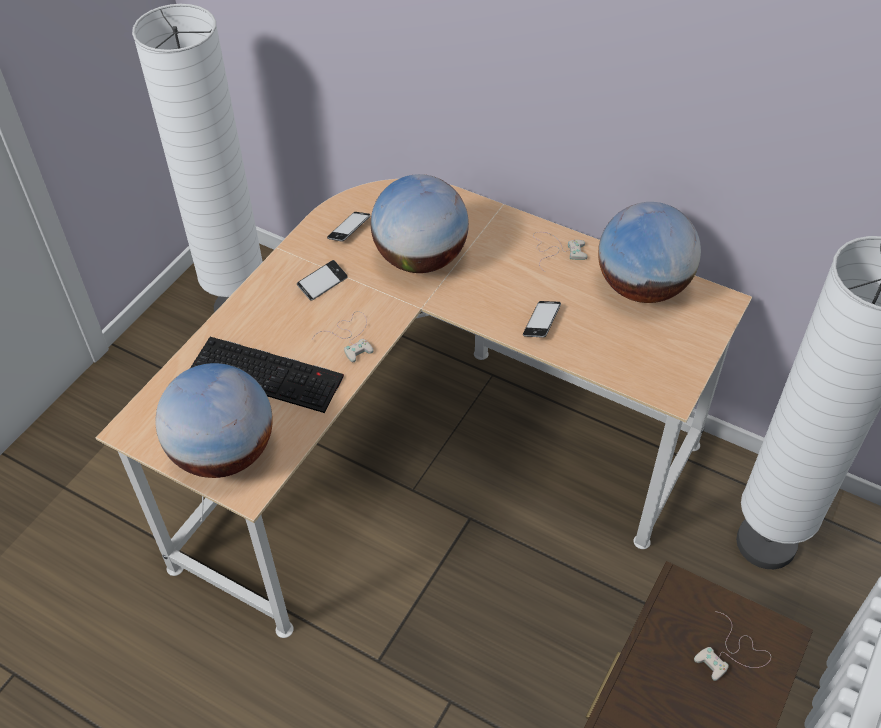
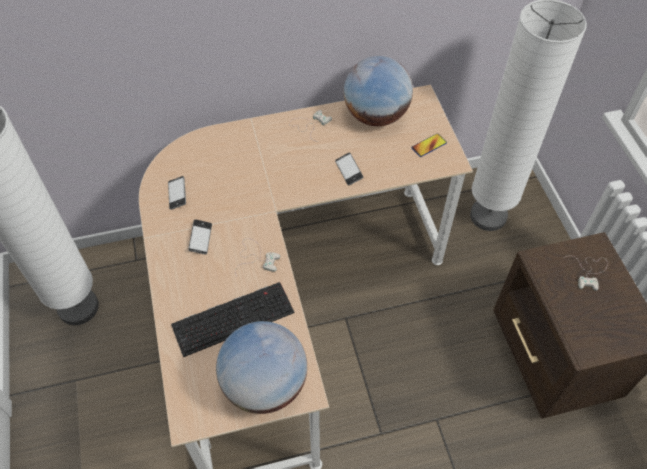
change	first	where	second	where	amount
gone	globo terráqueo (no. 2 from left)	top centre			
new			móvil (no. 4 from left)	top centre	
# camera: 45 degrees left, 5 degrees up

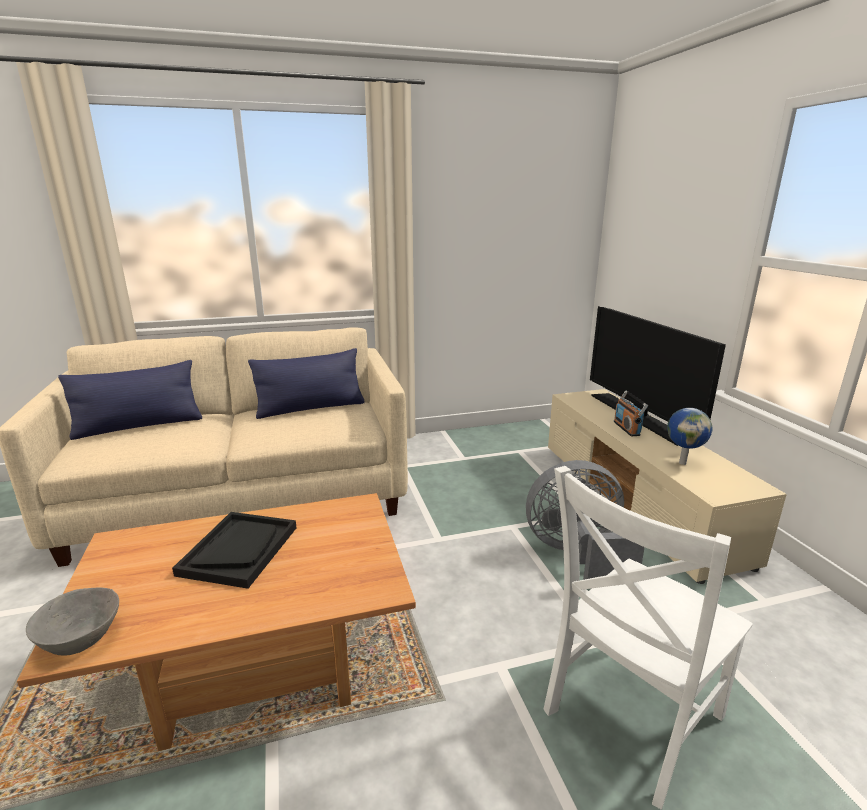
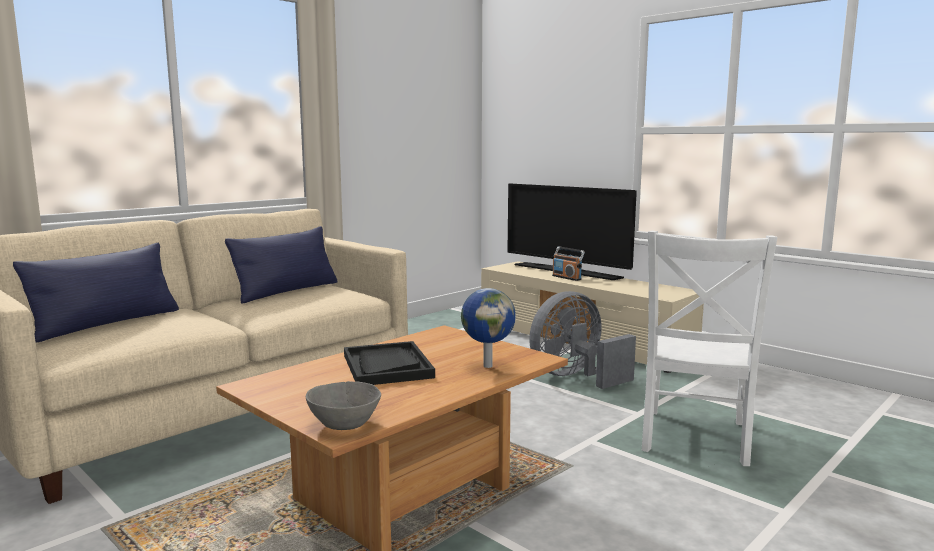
change	first	where	second	where	amount
shifted	globo terráqueo	middle right		centre	
# camera: 30 degrees left, 10 degrees down

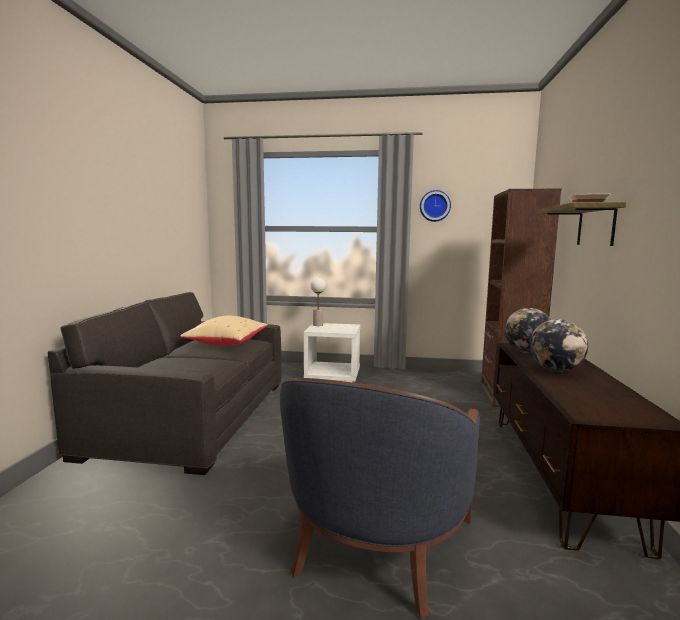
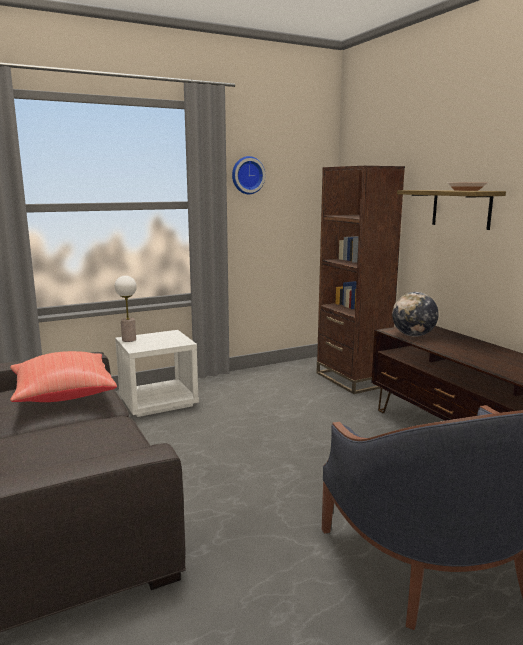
change	first	where	second	where	amount
repainted	cojín (beis)	middle left	cojín (rojo)	middle left	
gone	globo terráqueo (no. 2 from left)	middle right			
# camera: 35 degrees left, 5 degrees up

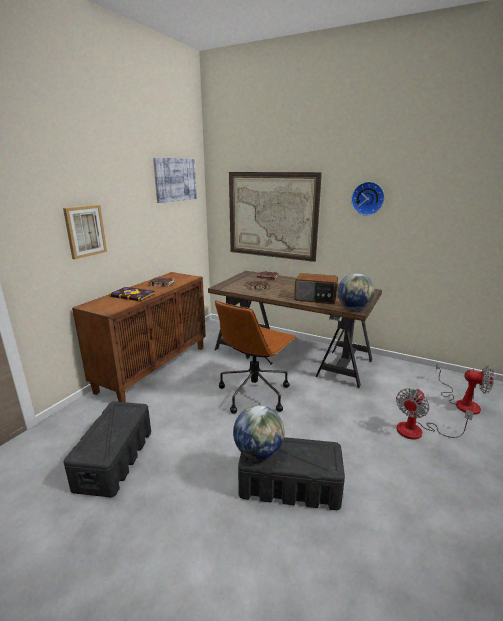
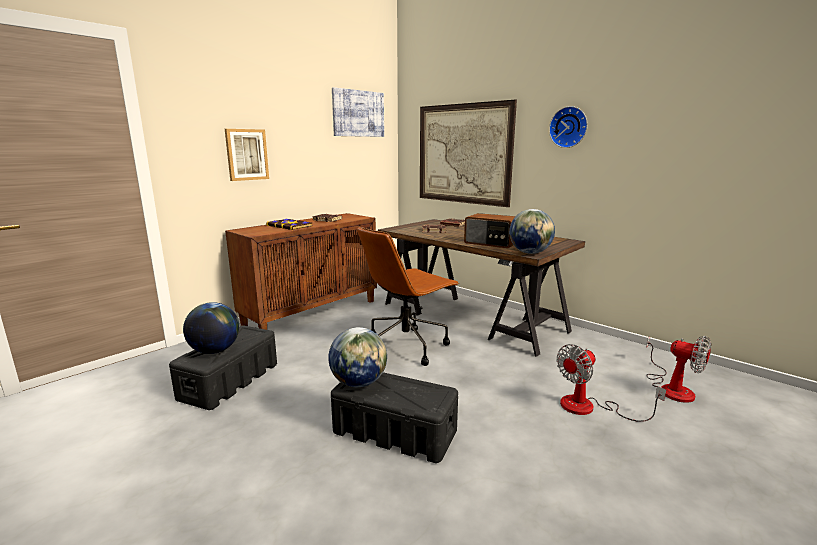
change	first	where	second	where	amount
new			globo terráqueo (no. 1 from left)	middle left	
# camera: 15 degrees right, 5 degrees down

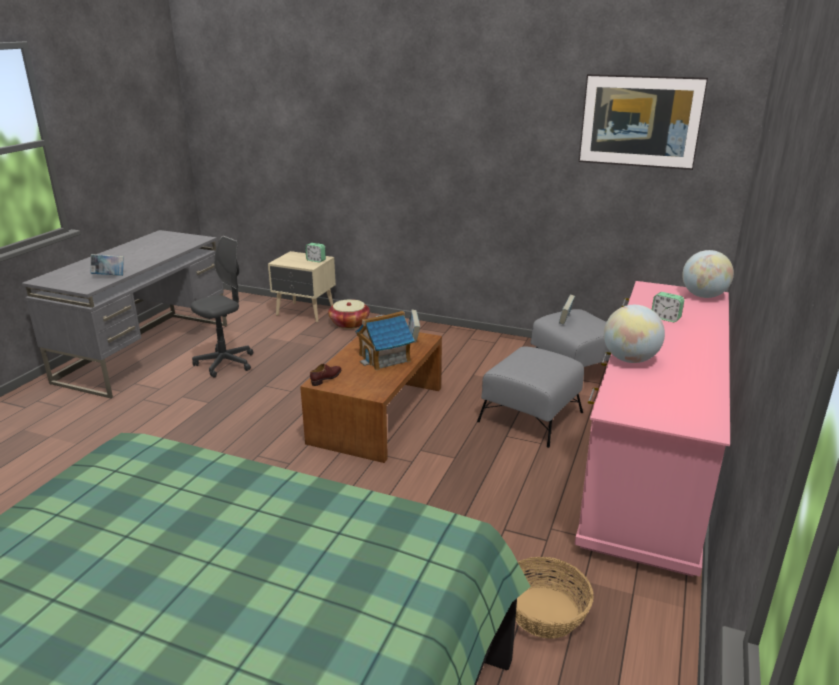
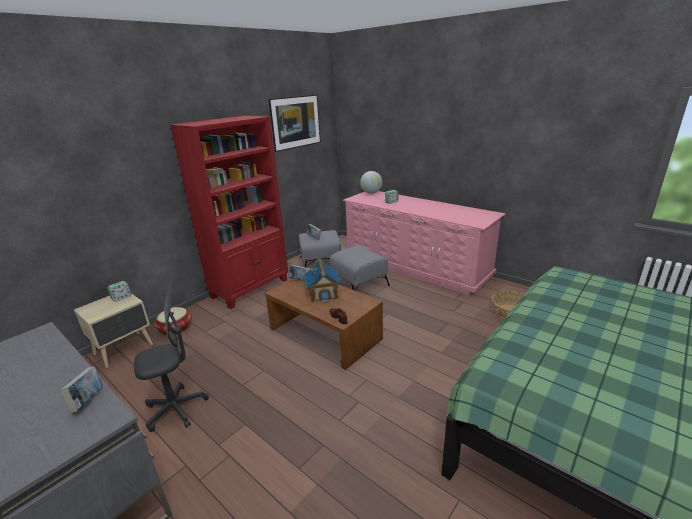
change	first	where	second	where	amount
rotated	silla de oficina (gris)	middle left		bottom left	90 degrees clockwise
gone	globo terráqueo (no. 1 from left)	middle right			
new			estantería (rojo)	middle left	
# camera: 70 degrees left, 0 degrees up

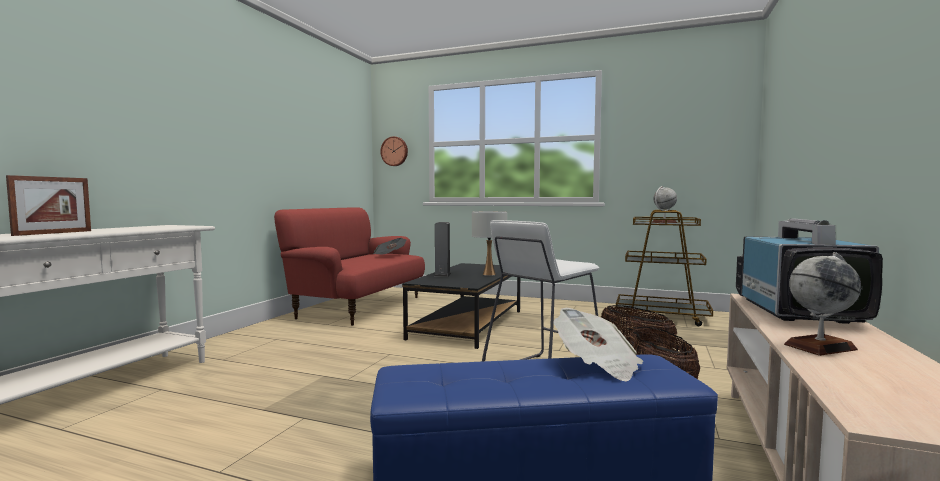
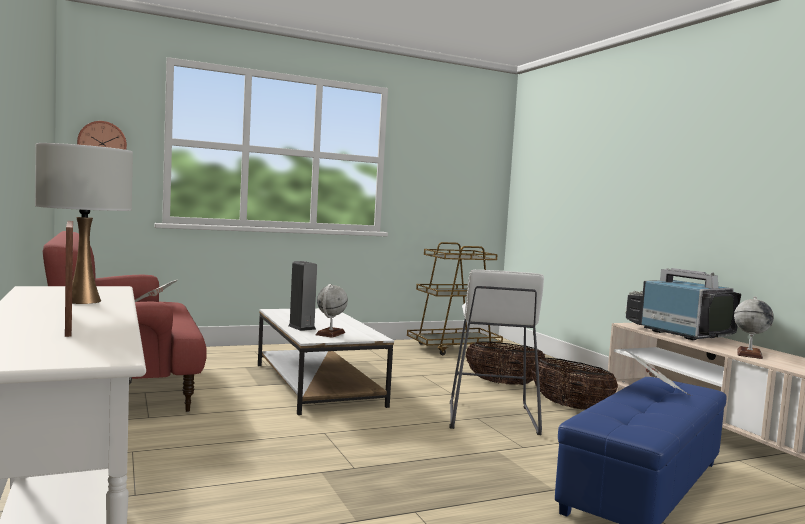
change	first	where	second	where	amount
shifted	globo terráqueo (no. 1 from left)	middle right		centre	
shifted	lámpara de mesa (blanco)	centre		middle left	
repainted	mesa de centro (negro)	centre	mesa de centro (blanco)	bottom centre	
# camera: 45 degrees left, 0 degrees up

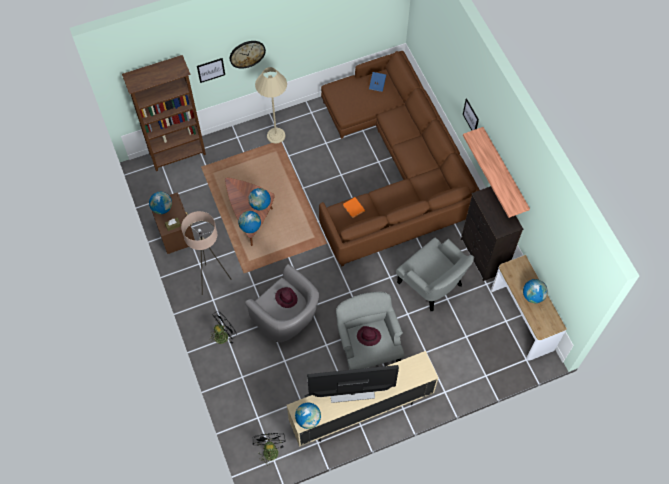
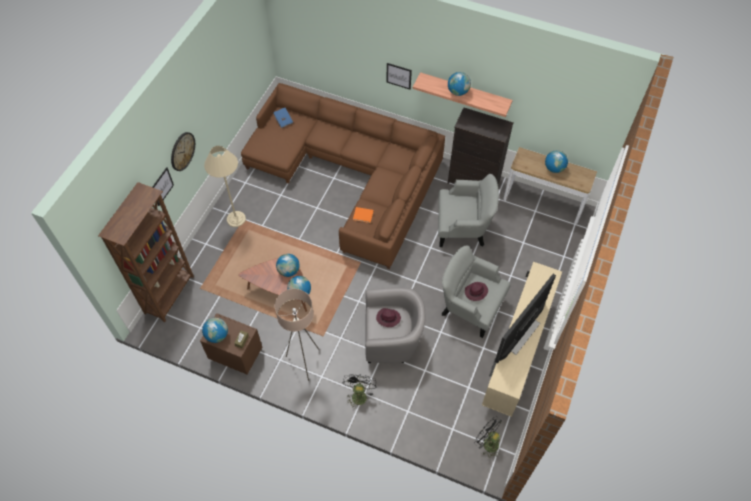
change	first	where	second	where	amount
shifted	globo terráqueo (no. 4 from left)	bottom centre		top centre	
# camera: 45 degrees left, 5 degrees down

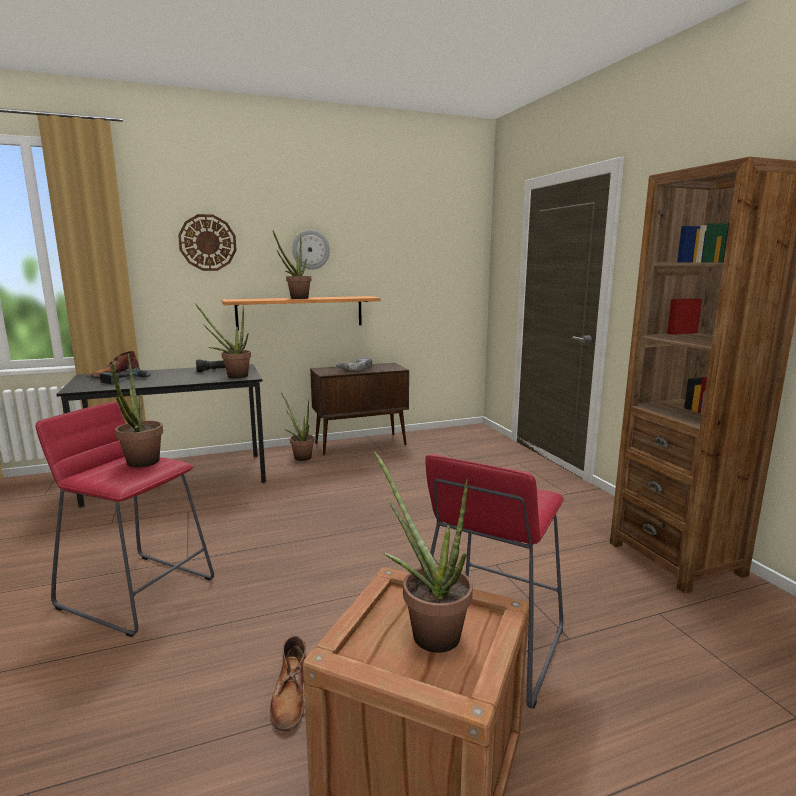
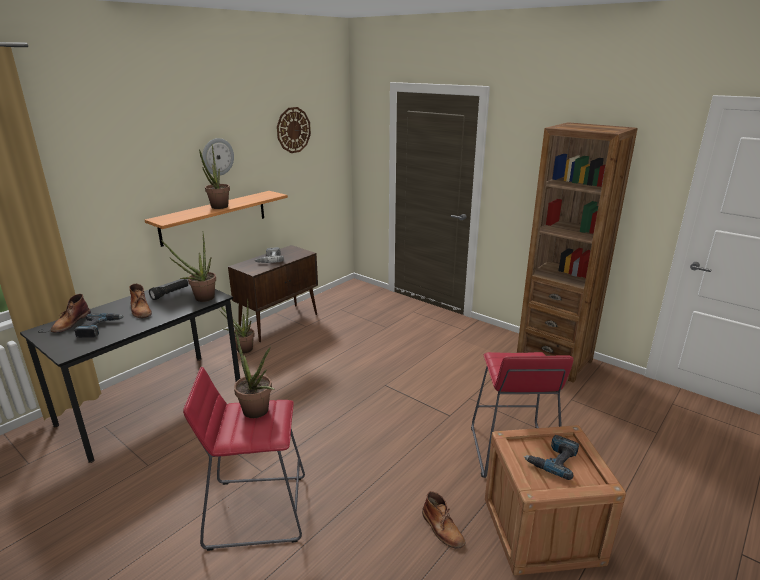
change	first	where	second	where	amount
shifted	reloj de pared (no. 1 from left in the first image)	top left	reloj de pared (no. 2 from left)	top centre	
swapped	planta en maceta (no. 5 from left)	bottom centre	taladro (no. 3 from left)	bottom right	
new			bota (marrón) (no. 2 from left)	middle left	
# camera: 30 degrees left, 10 degrees up

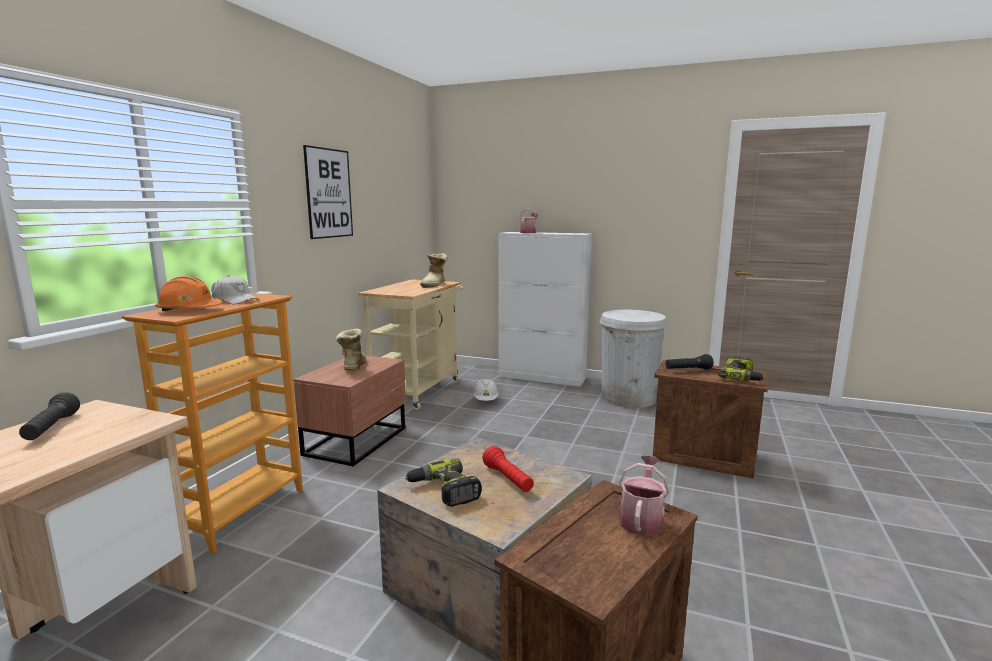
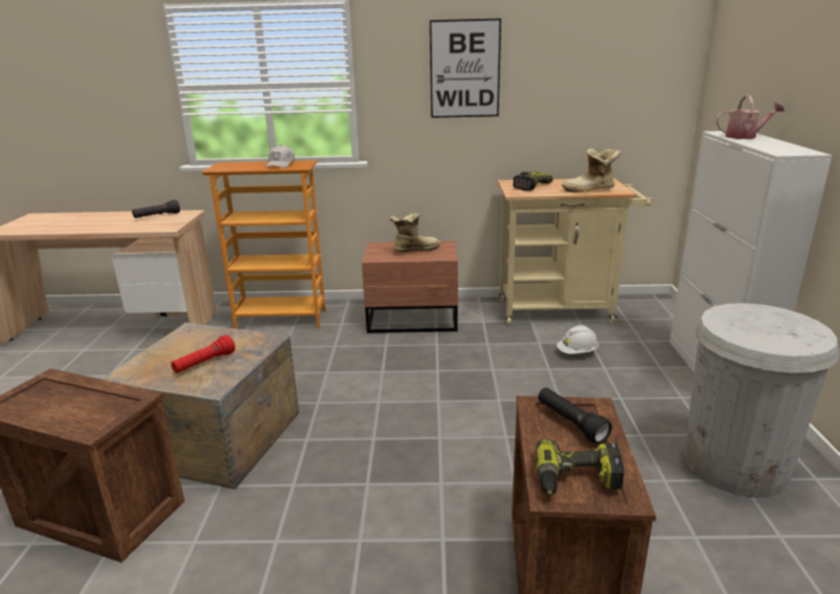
change	first	where	second	where	amount
gone	casco (naranja)	middle left			
gone	regadera (no. 2 from left)	bottom centre			
shifted	taladro (no. 1 from left)	bottom centre		top centre	
# camera: 70 degrees right, 10 degrees up

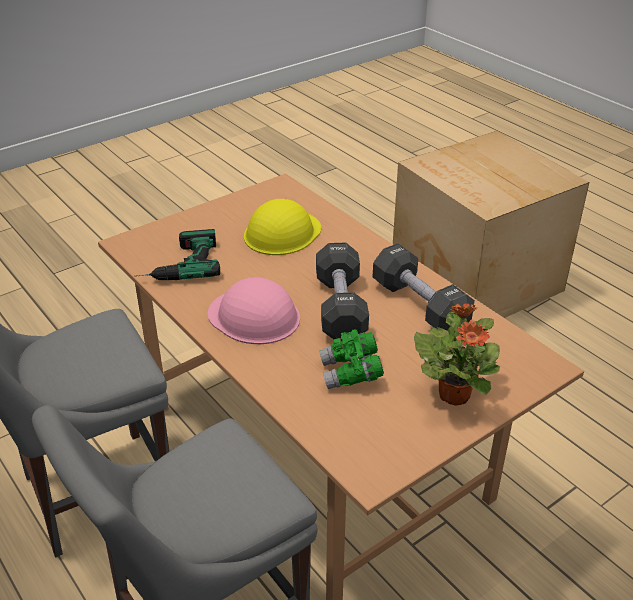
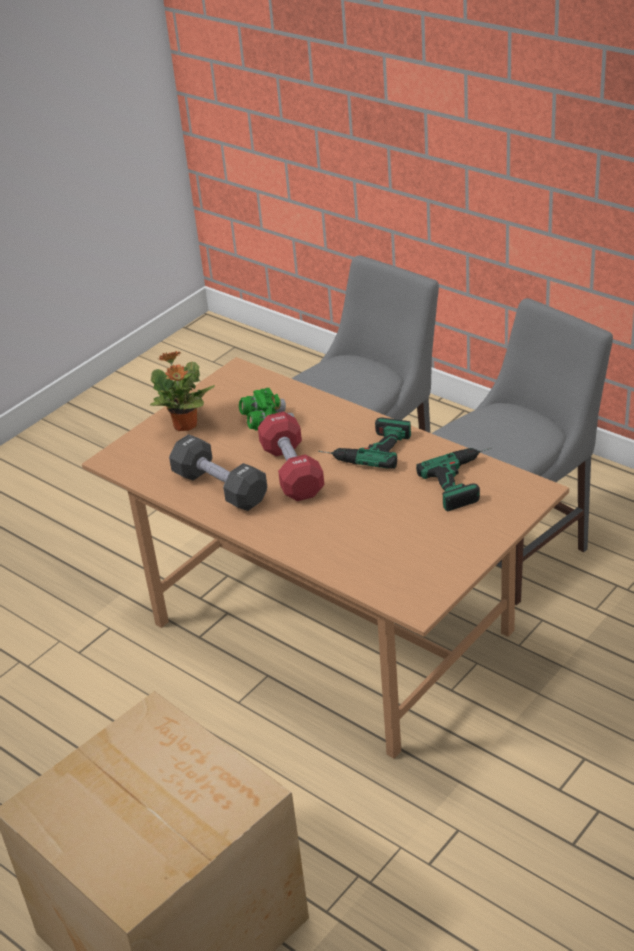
change	first	where	second	where	amount
gone	casco (amarillo)	centre			
repainted	mancuerna (negro) (no. 1 from left)	centre	mancuerna (rojo)	centre	
swapped	casco (rosa)	centre	taladro (no. 1 from left)	centre	
# camera: 170 degrees right, 0 degrees up

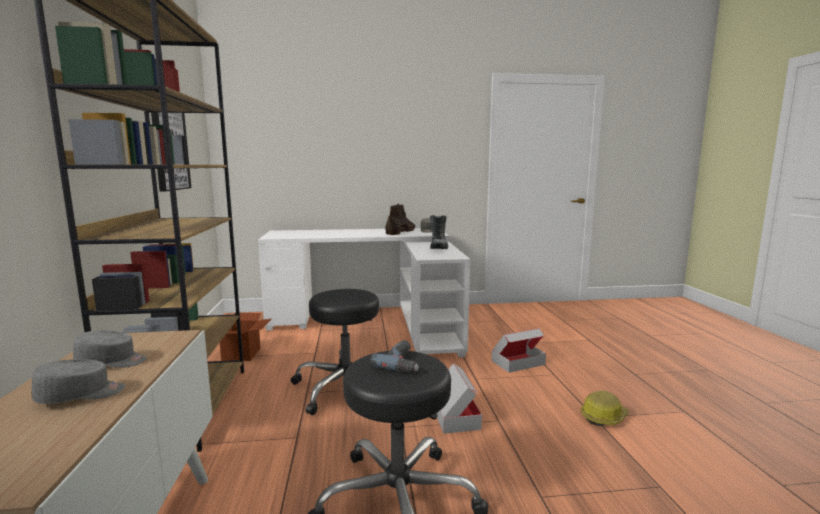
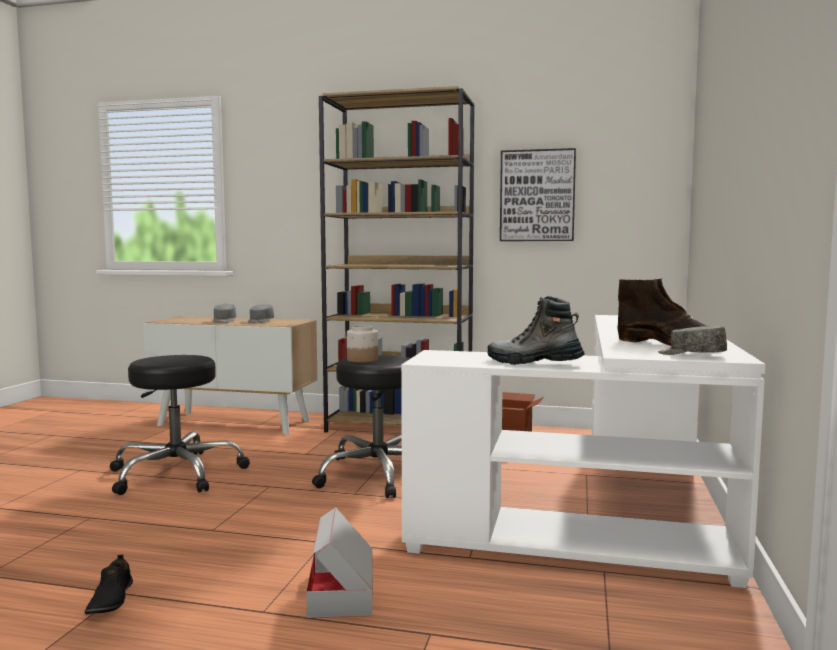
change	first	where	second	where	amount
gone	taladro	bottom centre			
gone	caja de cartón (no. 2 from left)	bottom centre			
swapped	casco	bottom right	zapato (negro)	bottom left	
new			tarro	centre	
# camera: 110 degrees right, 5 degrees down

